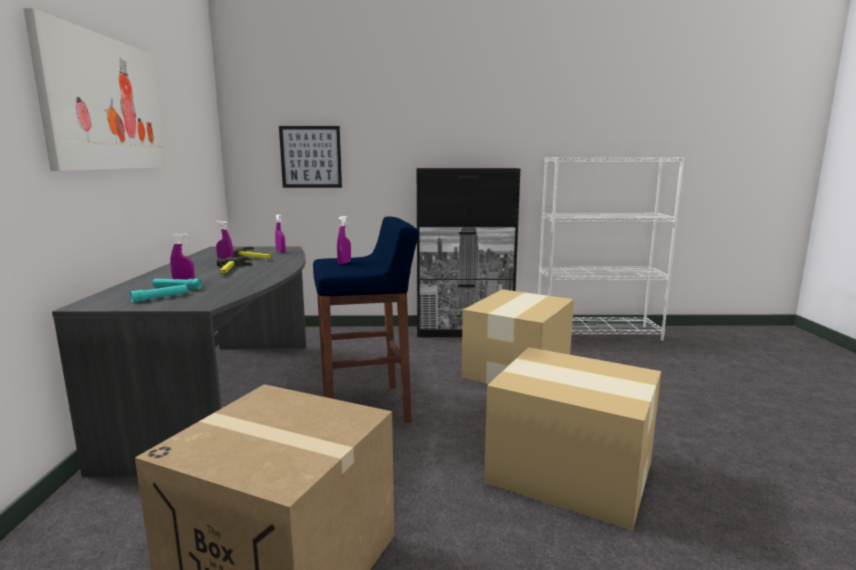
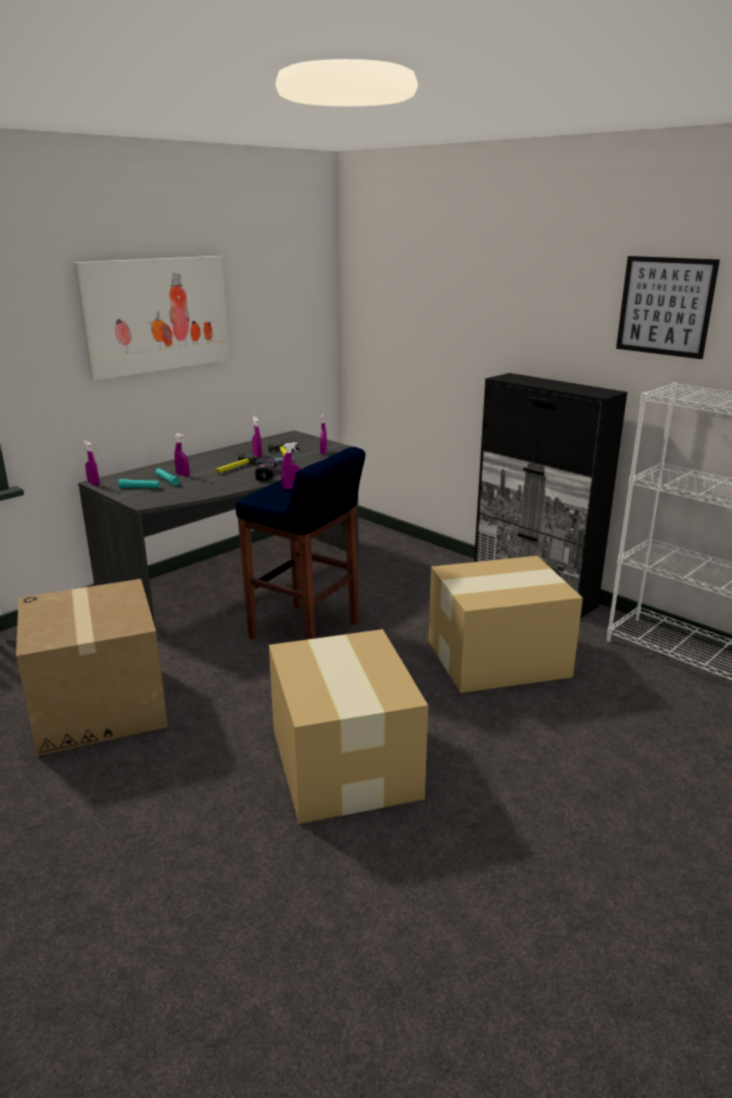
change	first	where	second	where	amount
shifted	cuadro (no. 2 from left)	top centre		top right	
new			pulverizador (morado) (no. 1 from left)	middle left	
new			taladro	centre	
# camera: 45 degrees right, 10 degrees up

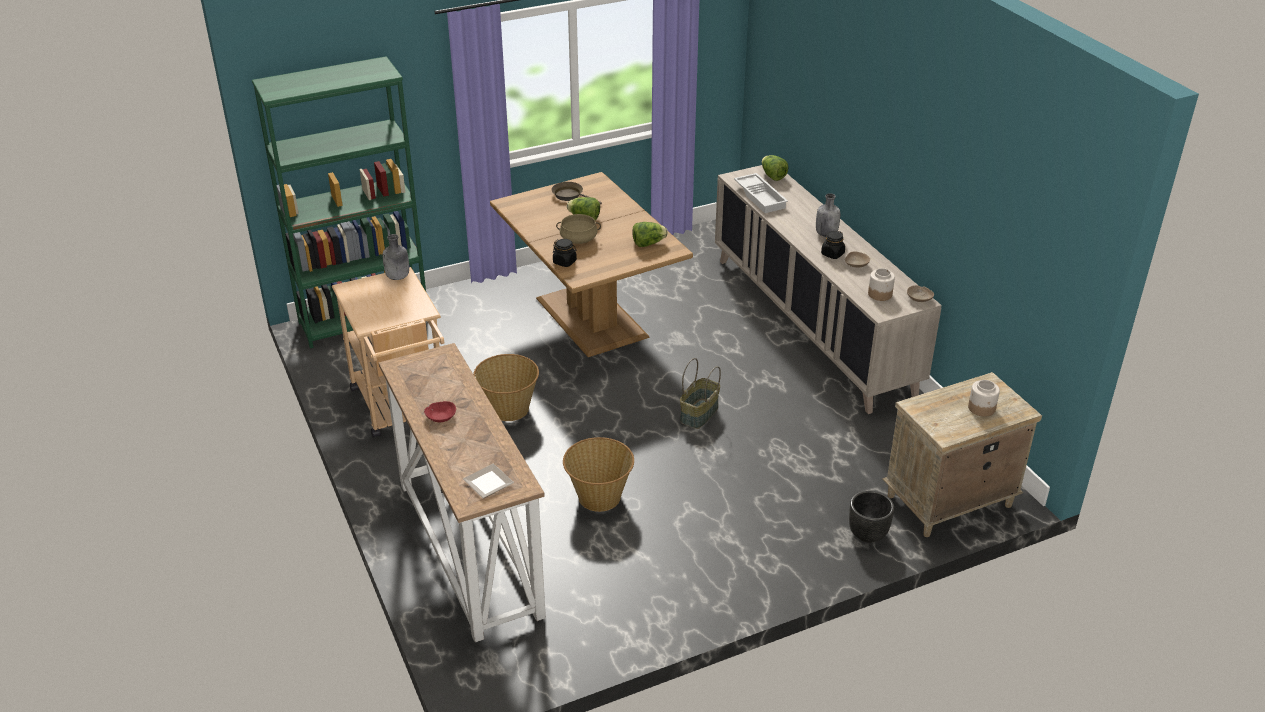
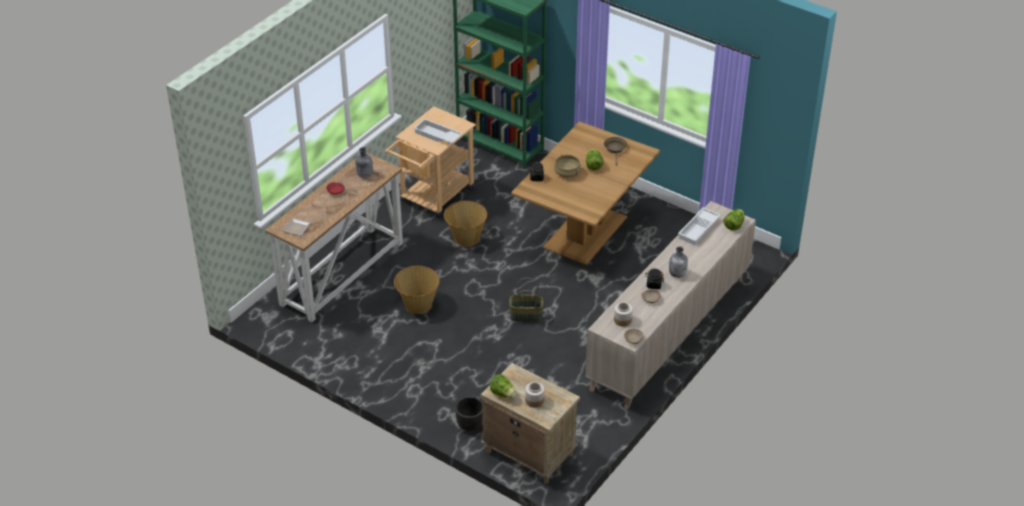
change	first	where	second	where	amount
shifted	lechuga (no. 2 from left in the first image)	top centre	lechuga (no. 1 from left)	bottom centre	
shifted	botella (gris) (no. 1 from left)	middle left		top centre	
new			bandeja (blanco) (no. 1 from left)	top centre	
# camera: 60 degrees right, 5 degrees up

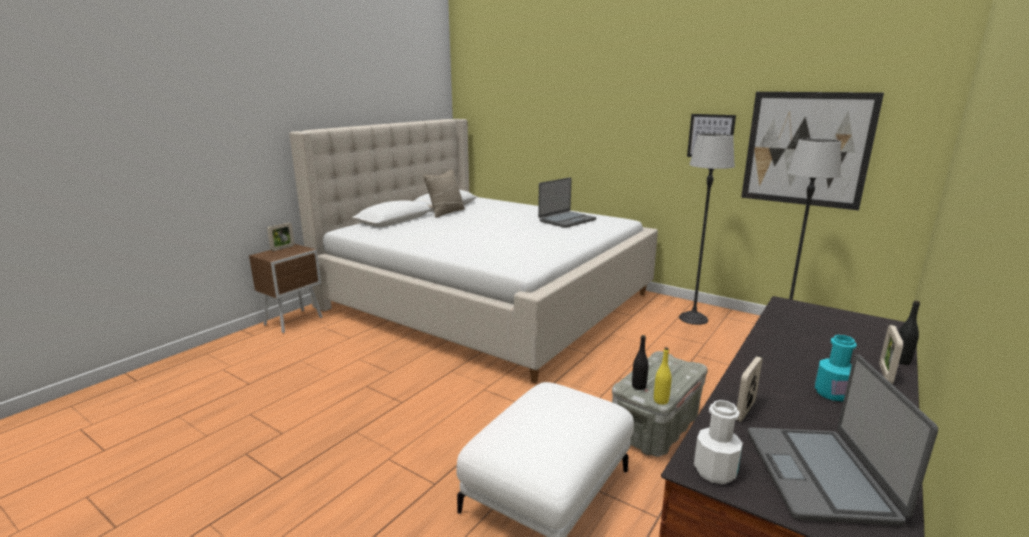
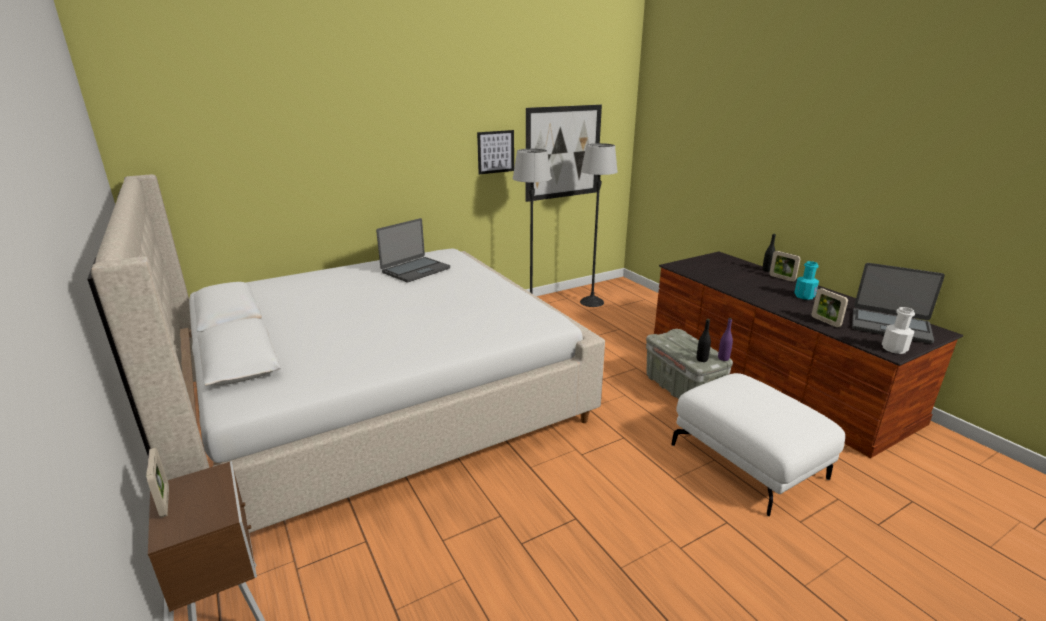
change	first	where	second	where	amount
gone	cojín (beis)	centre			
rotated	portátil (no. 1 from left)	centre		centre	60 degrees clockwise
repainted	botella (amarillo)	bottom centre	botella (morado)	middle right	
# camera: 65 degrees left, 5 degrees up

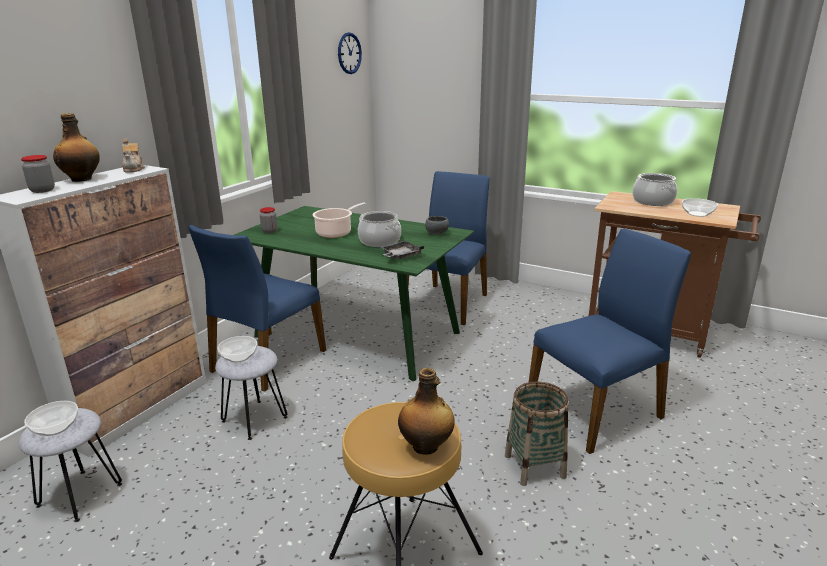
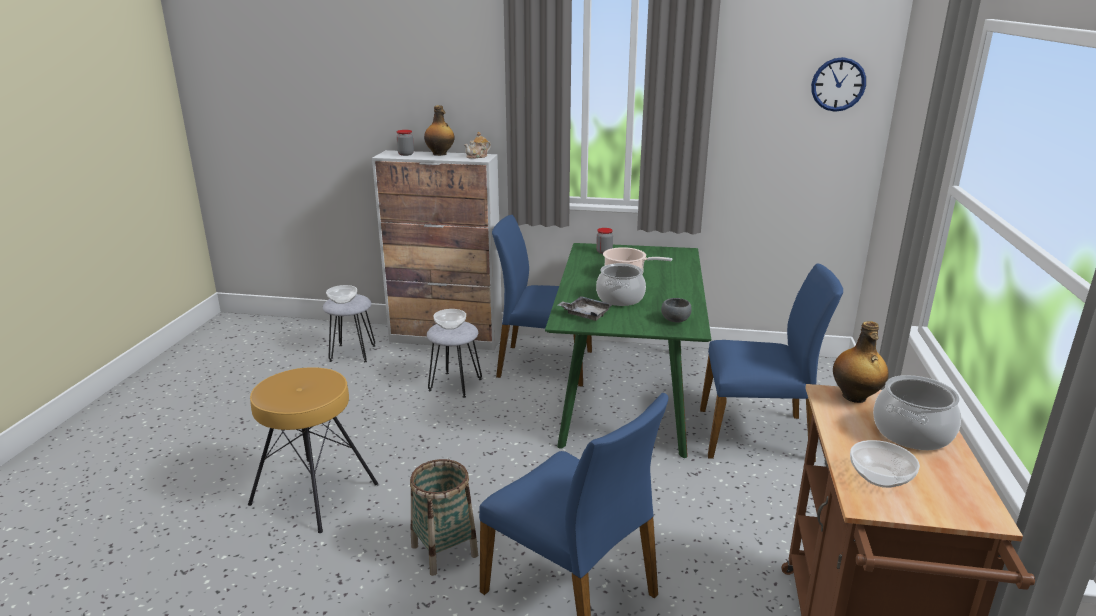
change	first	where	second	where	amount
shifted	botella (no. 2 from left)	bottom centre		middle right	
# camera: 70 degrees right, 0 degrees up

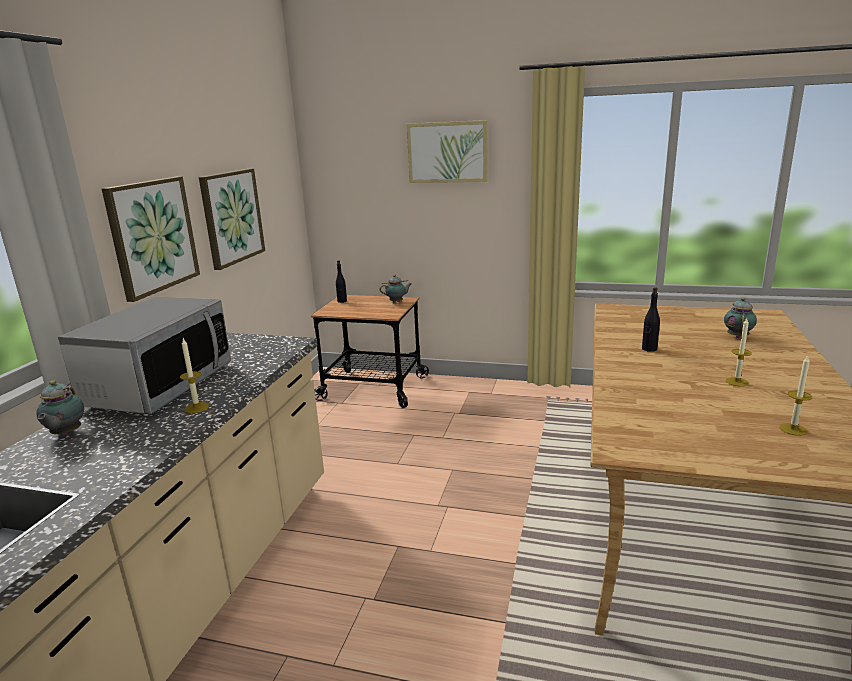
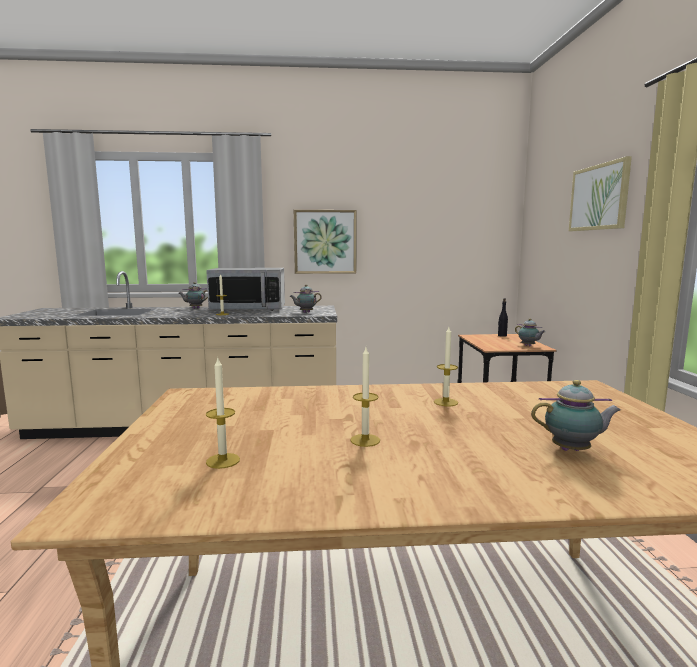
change	first	where	second	where	amount
gone	cuadro (no. 2 from left)	top left			
swapped	botella (negro) (no. 2 from left)	middle right	vela (no. 4 from left)	centre	
new			tetera (no. 2 from left)	centre	
# camera: 70 degrees right, 10 degrees down

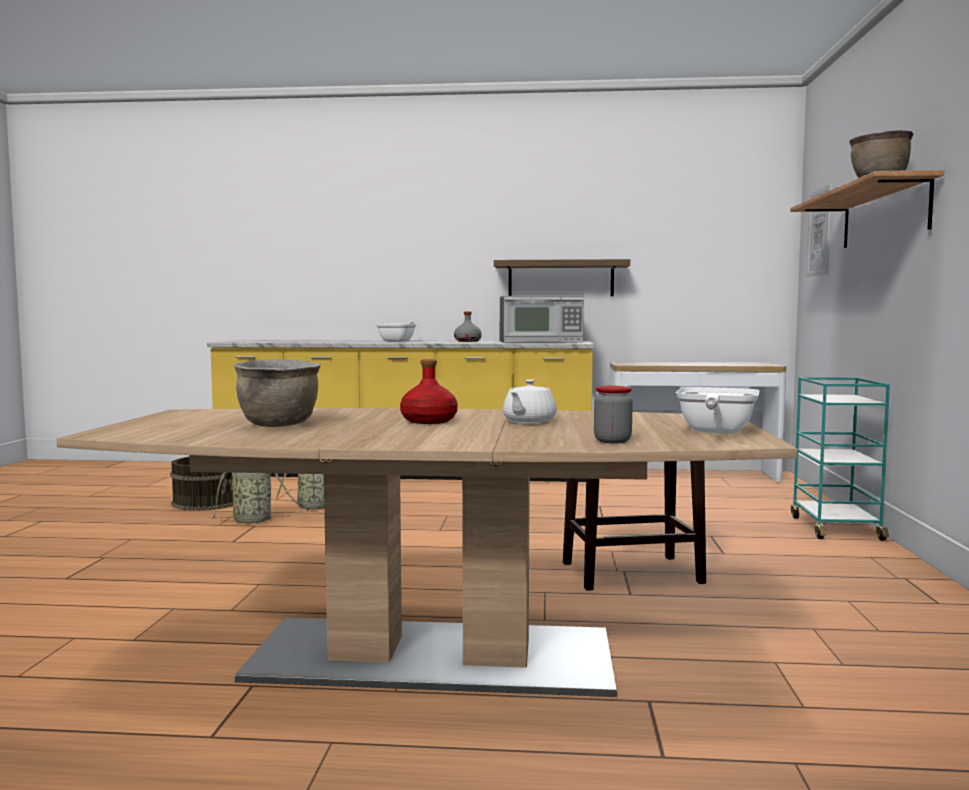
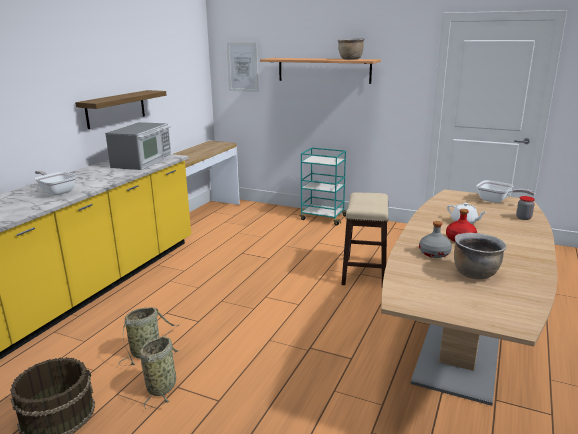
change	first	where	second	where	amount
shifted	botella (gris)	centre		middle right	
# camera: 70 degrees left, 15 degrees up

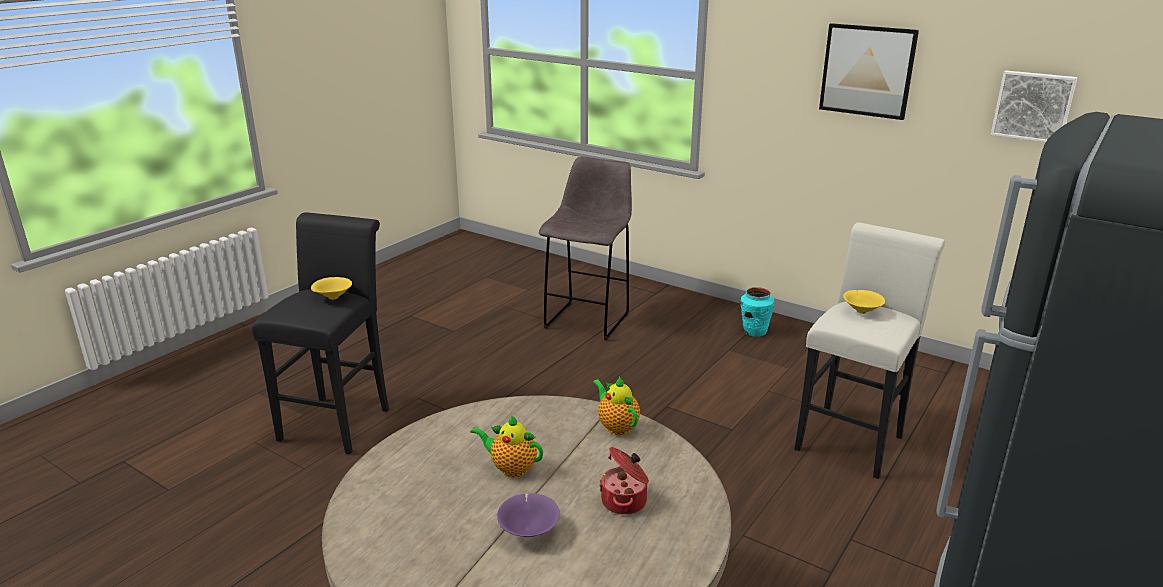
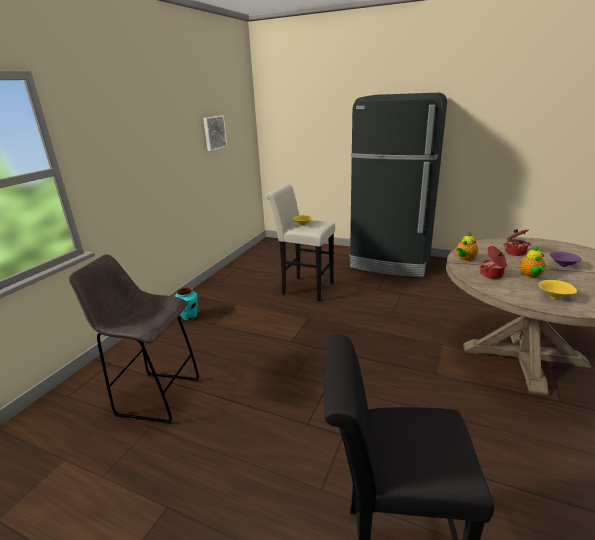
change	first	where	second	where	amount
gone	cuadro (no. 1 from left)	top right			
shifted	cuenco (amarillo) (no. 1 from left in the first image)	middle left	cuenco (amarillo) (no. 2 from left)	middle right	
new			olla (no. 1 from left)	middle right	
# camera: 100 degrees left, 0 degrees up

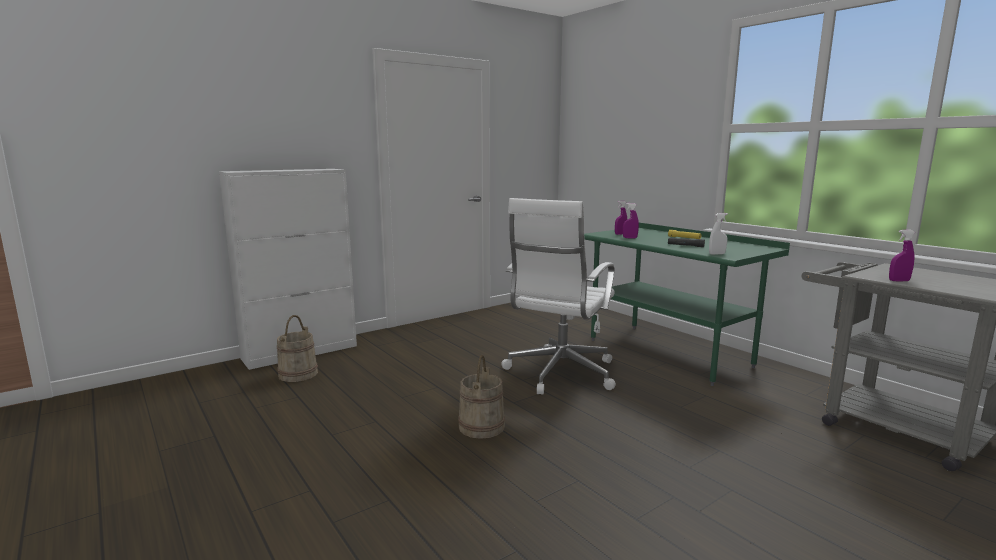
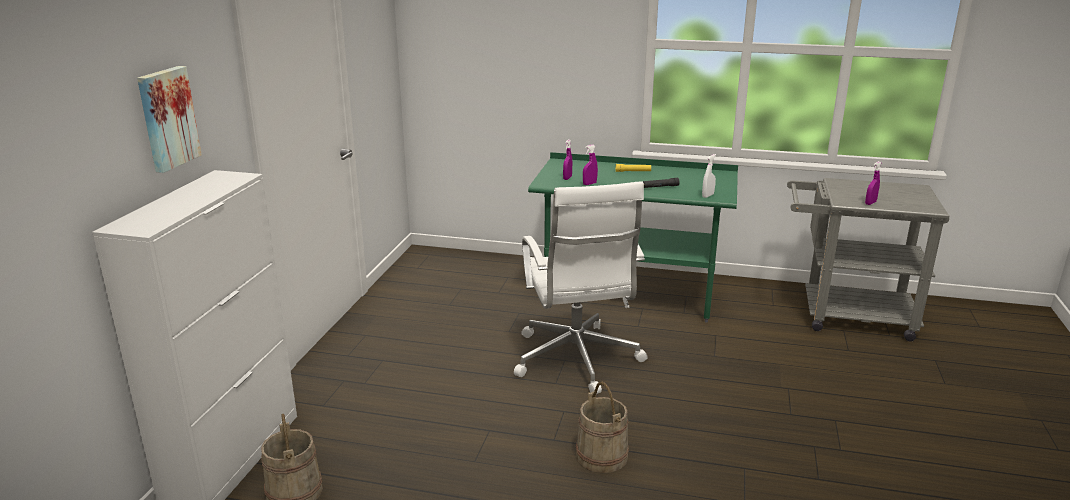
change	first	where	second	where	amount
new			cuadro	top left	
# camera: 40 degrees left, 10 degrees up

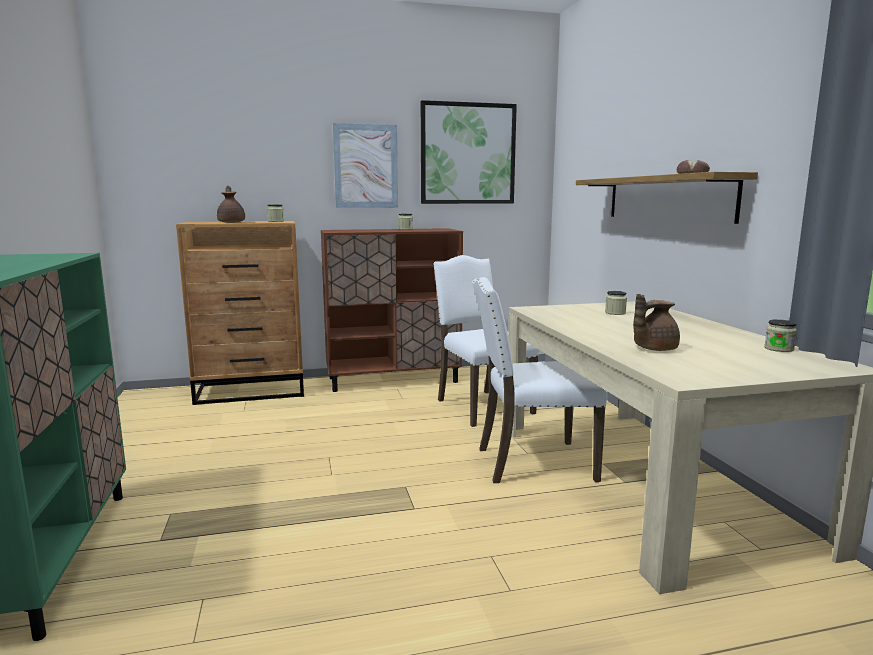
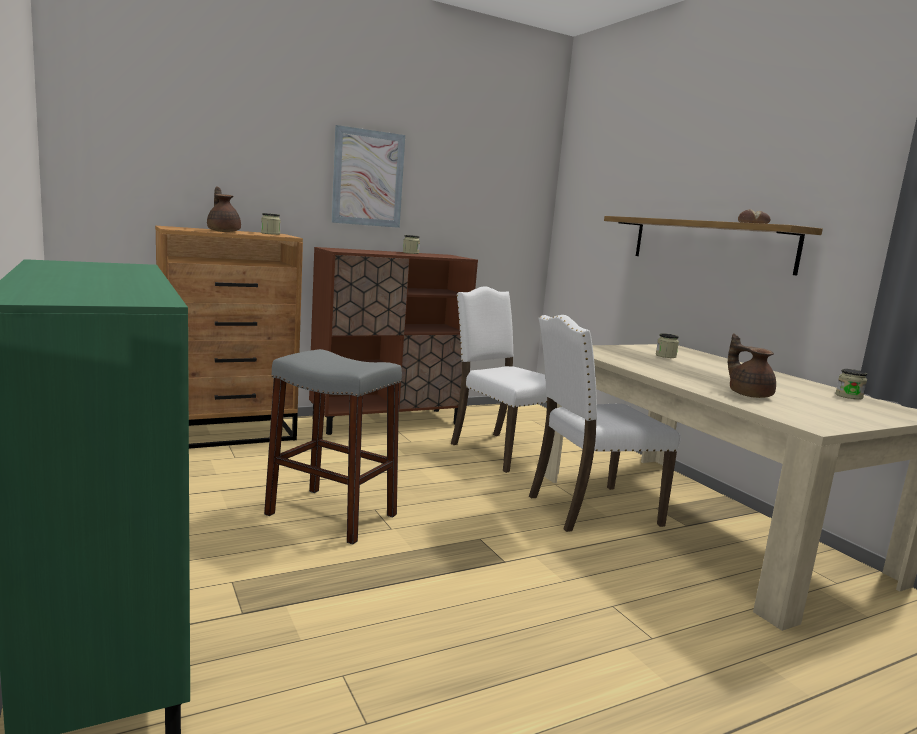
change	first	where	second	where	amount
gone	cuadro (no. 2 from left)	top centre			
rotated	tetera (marrón) (no. 2 from left)	middle right		middle right	105 degrees clockwise
new			taburete (gris)	centre	
# camera: 15 degrees left, 0 degrees up

